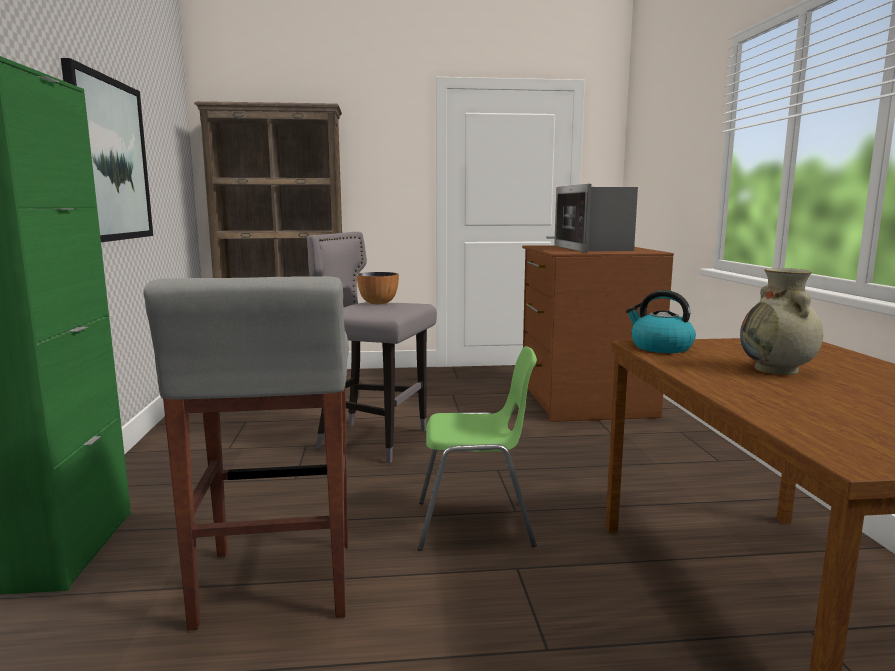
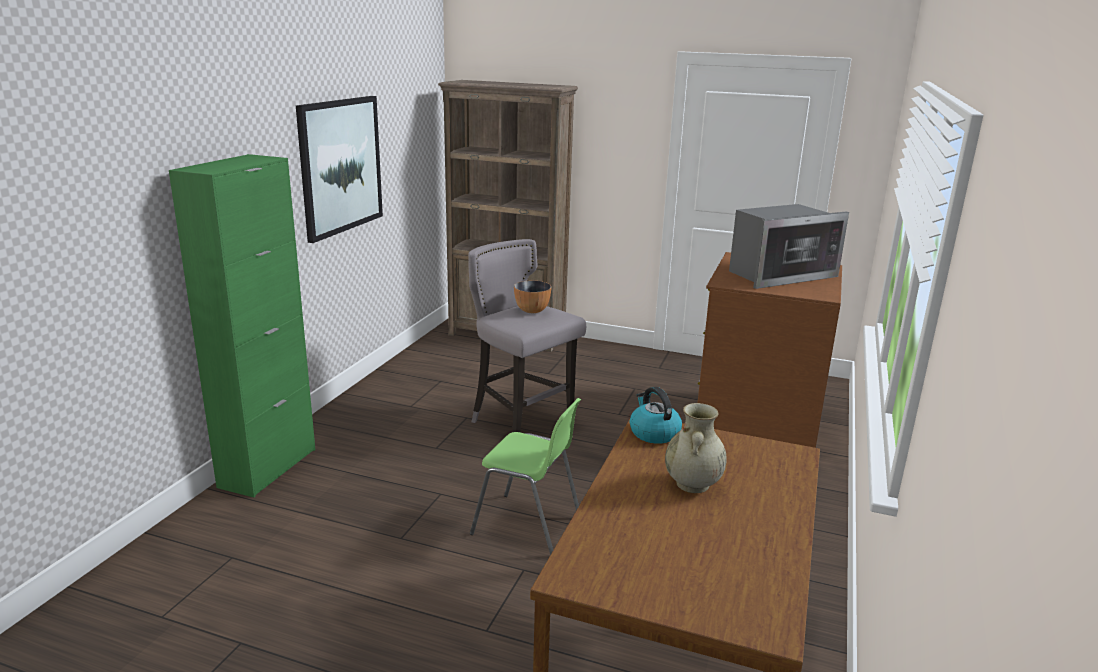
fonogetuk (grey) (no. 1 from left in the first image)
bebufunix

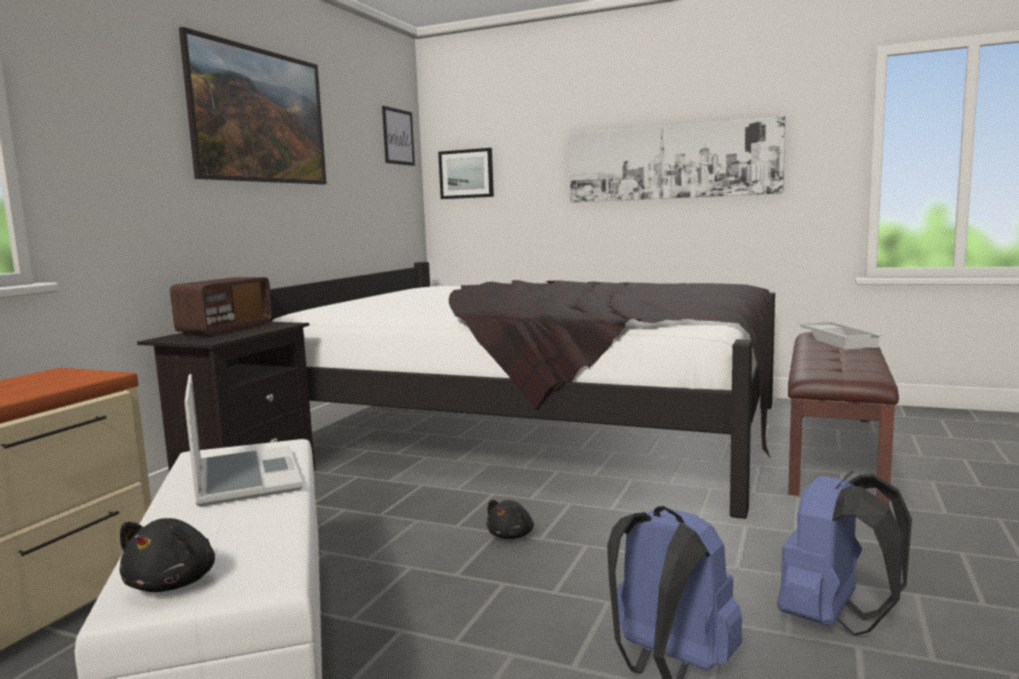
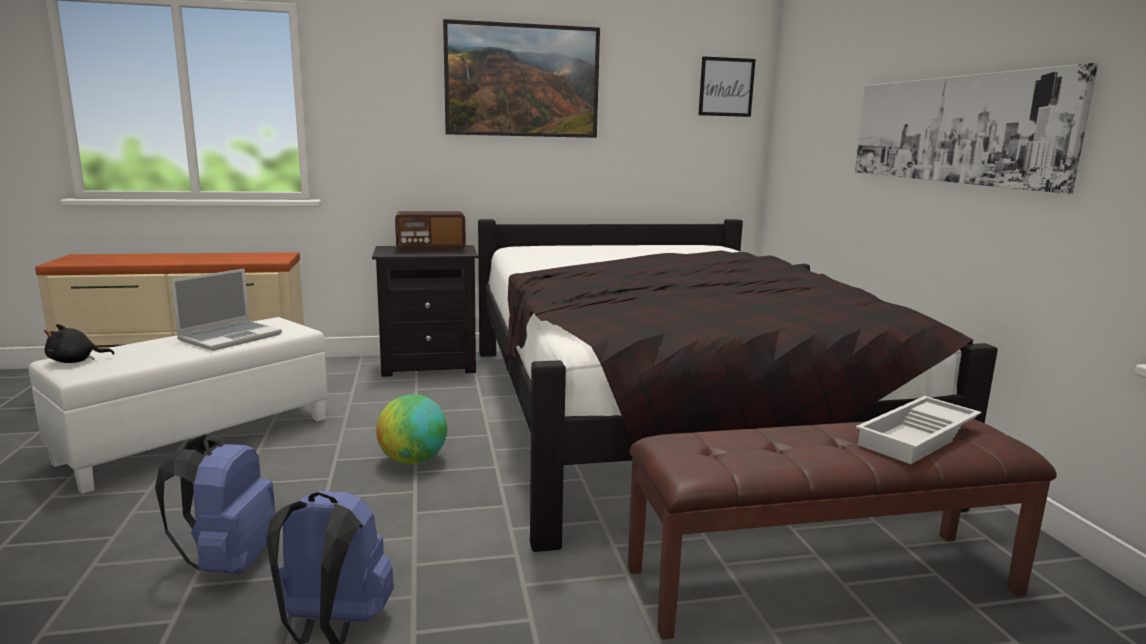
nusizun (no. 3 from left in the first image)
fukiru

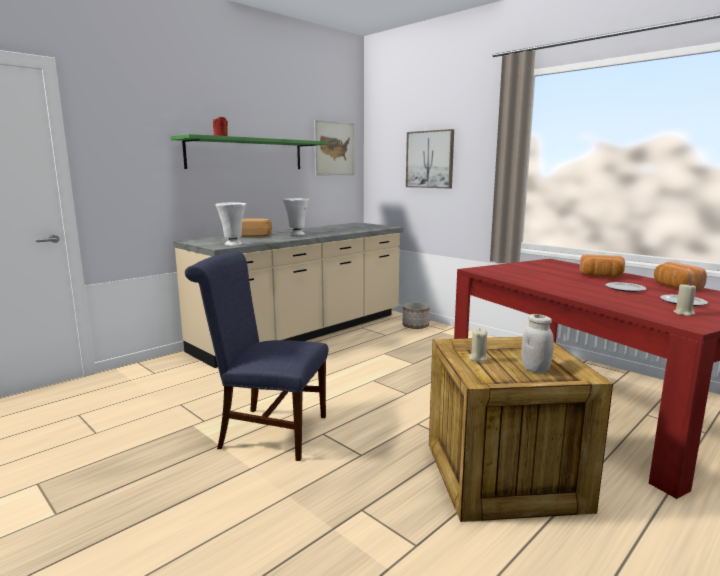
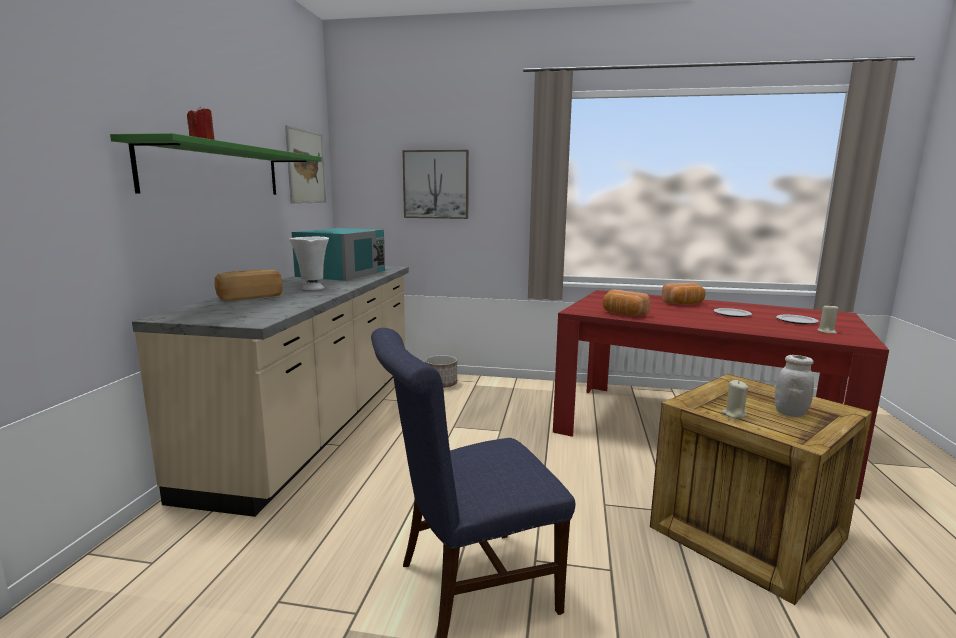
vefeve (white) (no. 1 from left in the first image)
bebufunix (turquoise)
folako (no. 2 from left)

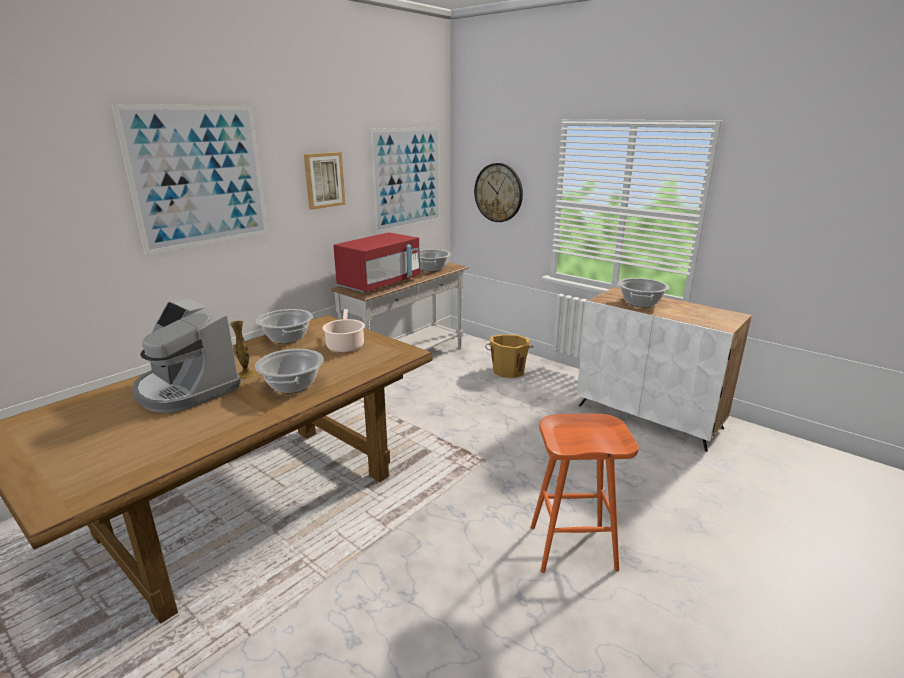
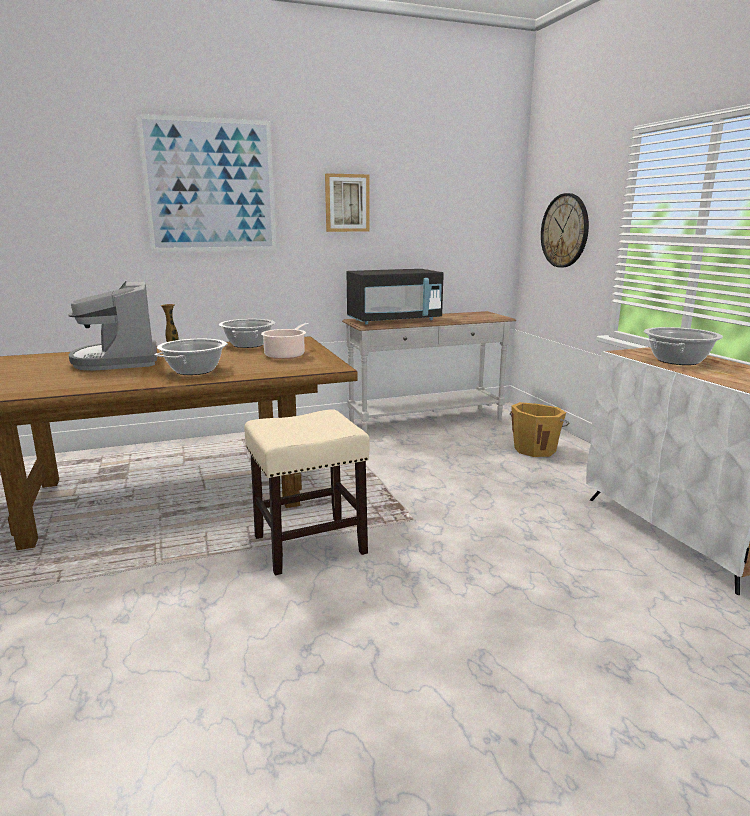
nusizun (no. 3 from left in the first image)
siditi (no. 4 from left in the first image)
fonogetuk (orange)
fonogetuk (beige)
bebufunix (black)

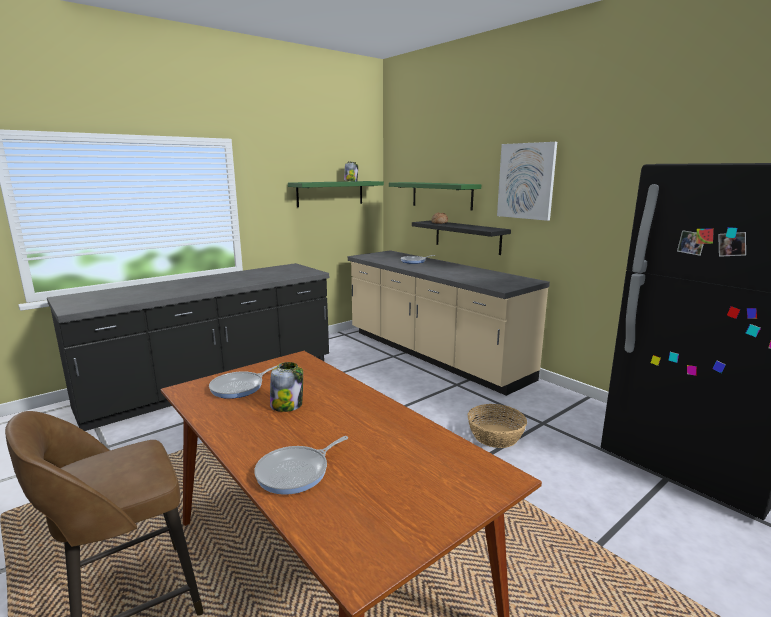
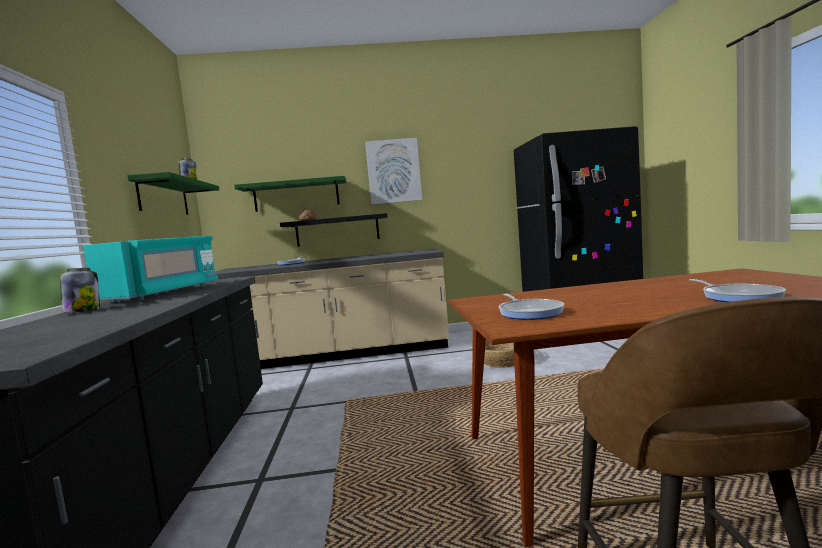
bebufunix (turquoise)
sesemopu (no. 1 from left)

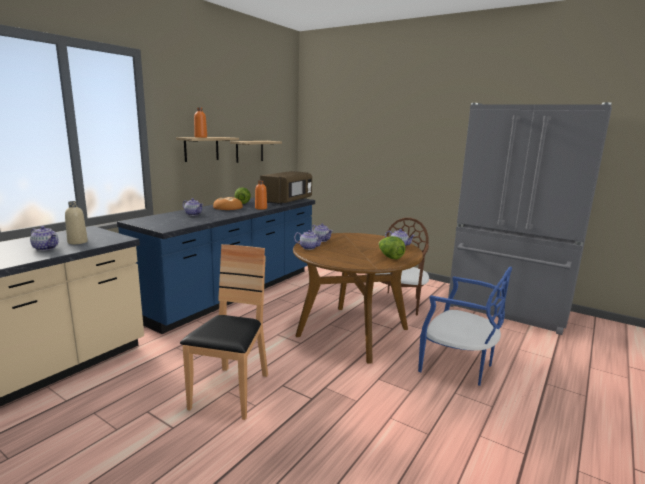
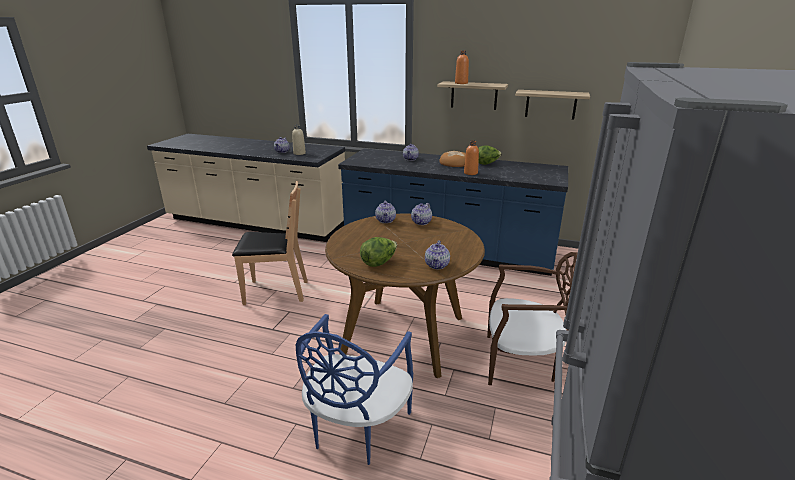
bebufunix (brown)

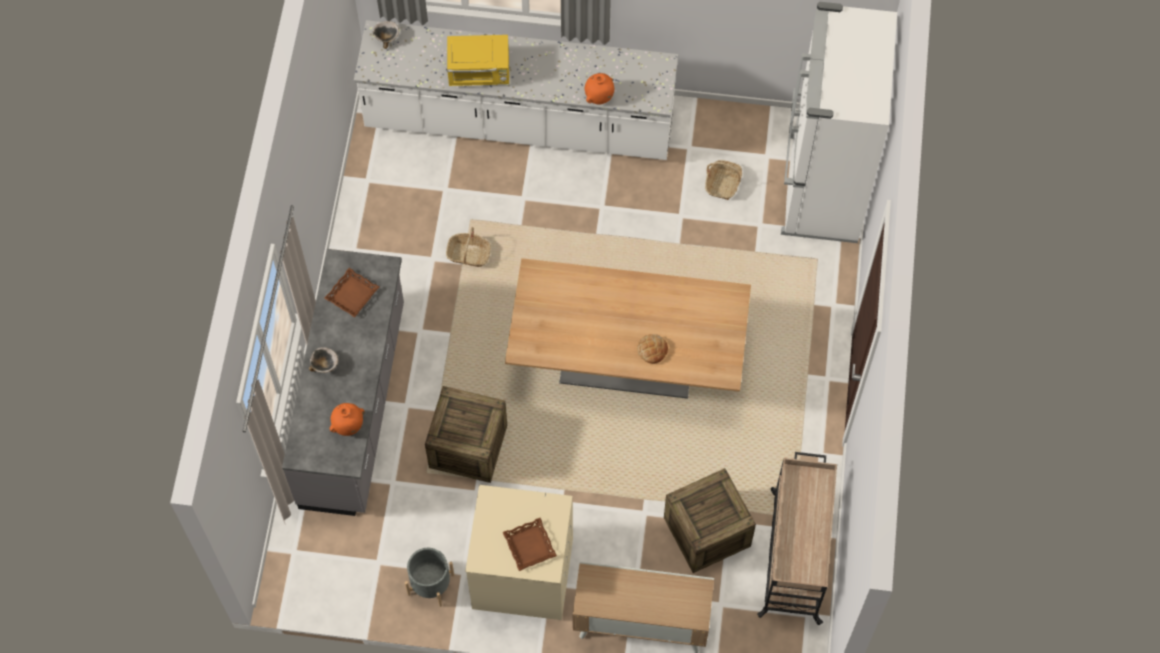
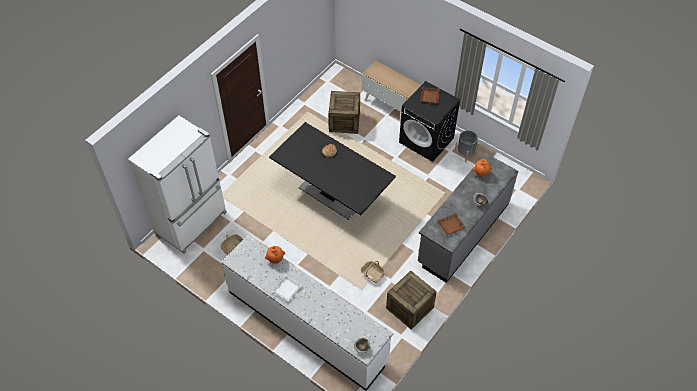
bebufunix (yellow)
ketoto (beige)
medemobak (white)
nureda (no. 2 from left)
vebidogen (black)
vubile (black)

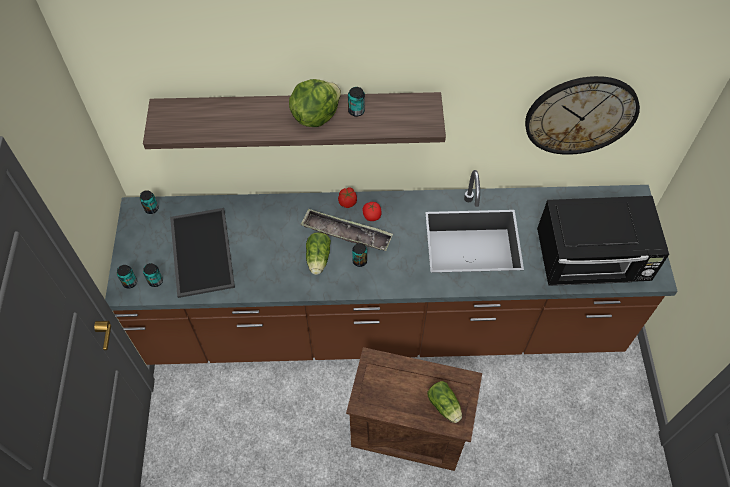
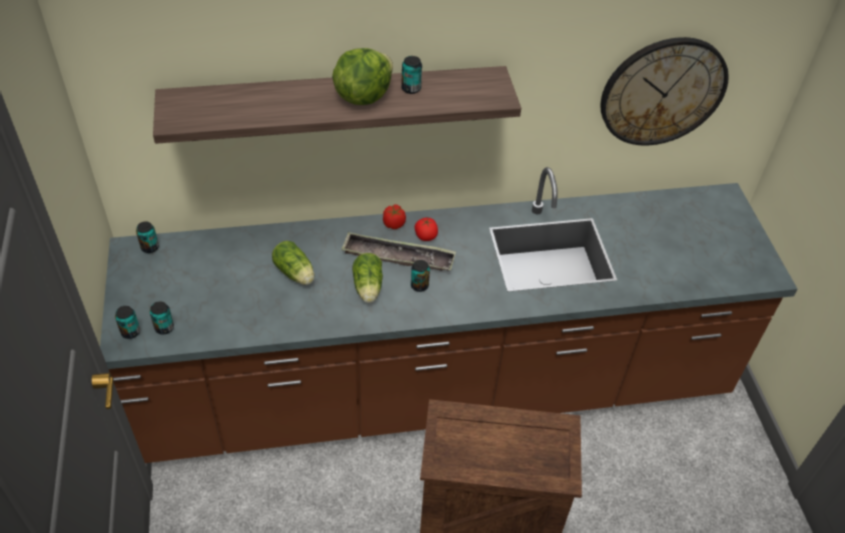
medemobak (no. 1 from left in the first image)
bebufunix (black)
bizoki (no. 1 from left)

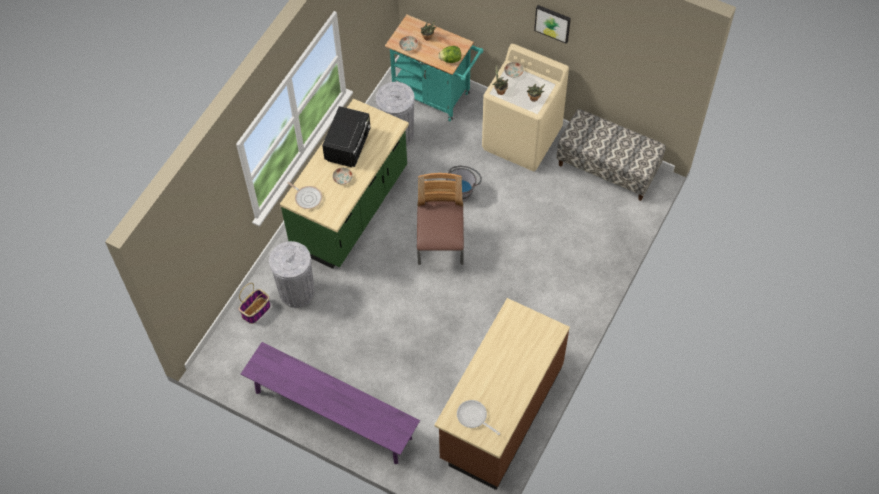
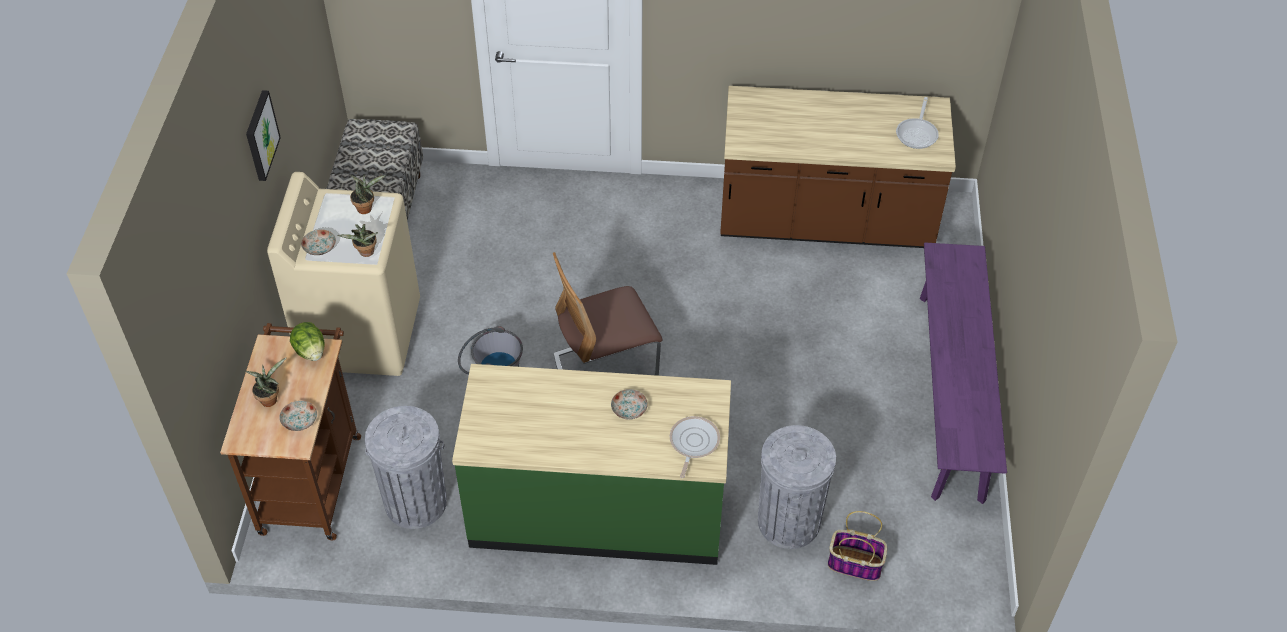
bebufunix (black)
ketoto (brown)

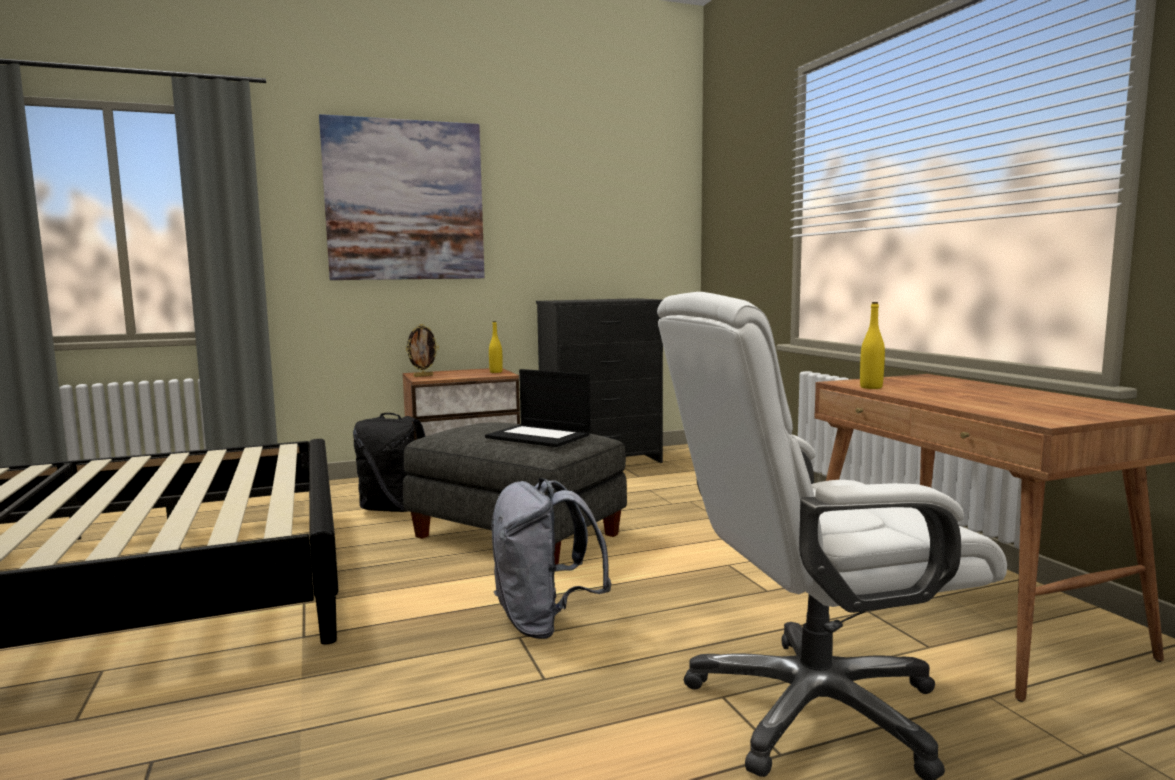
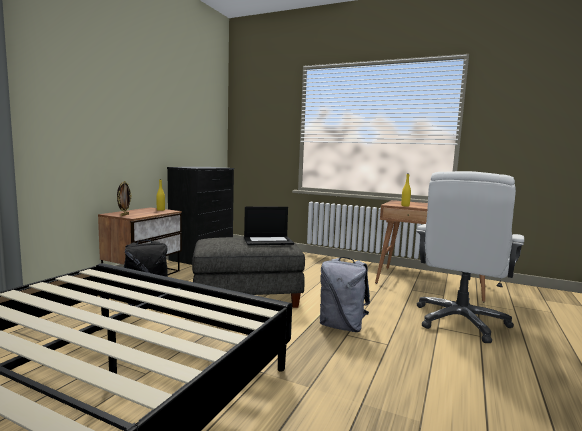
nusizun

